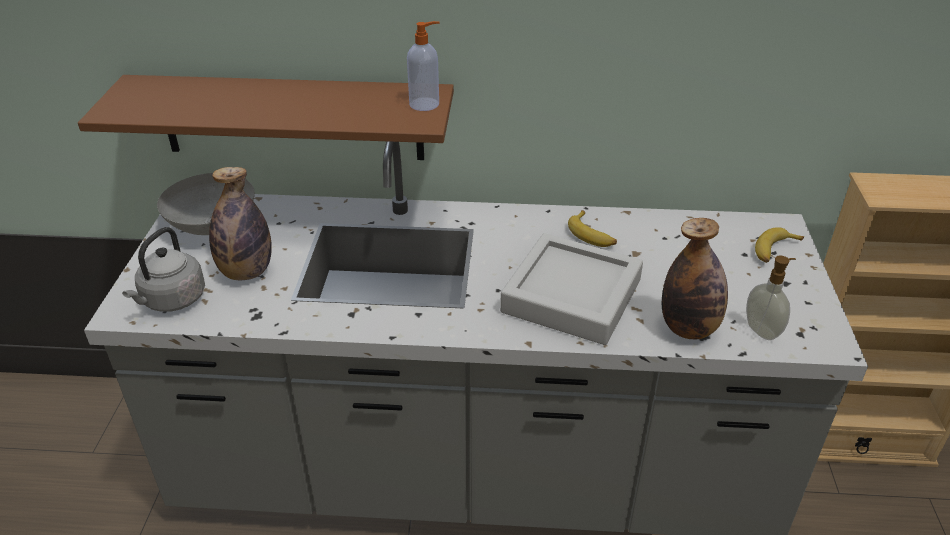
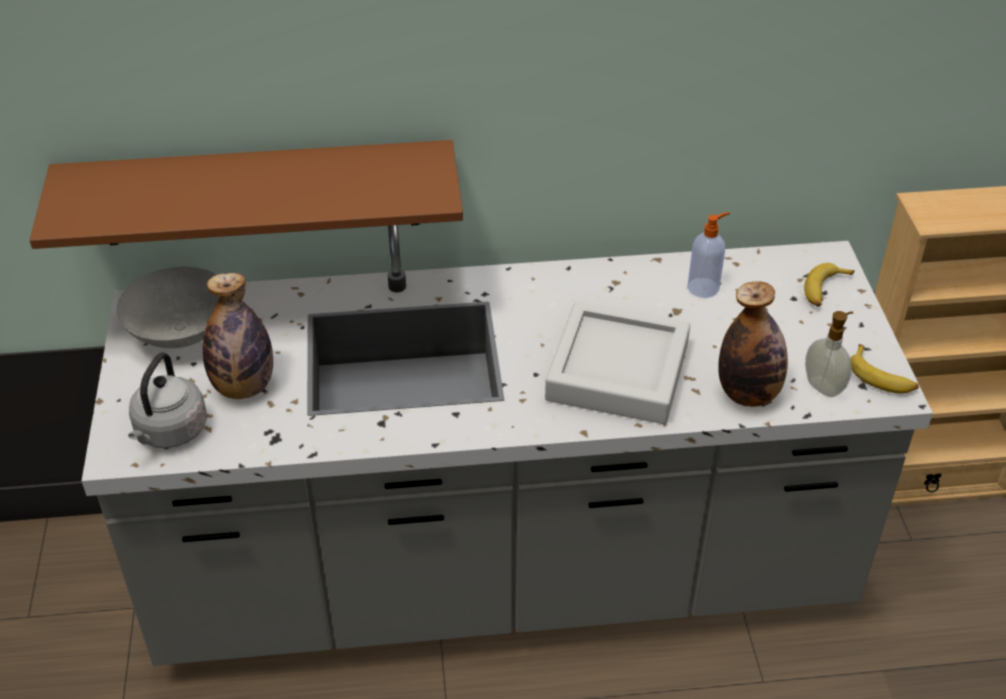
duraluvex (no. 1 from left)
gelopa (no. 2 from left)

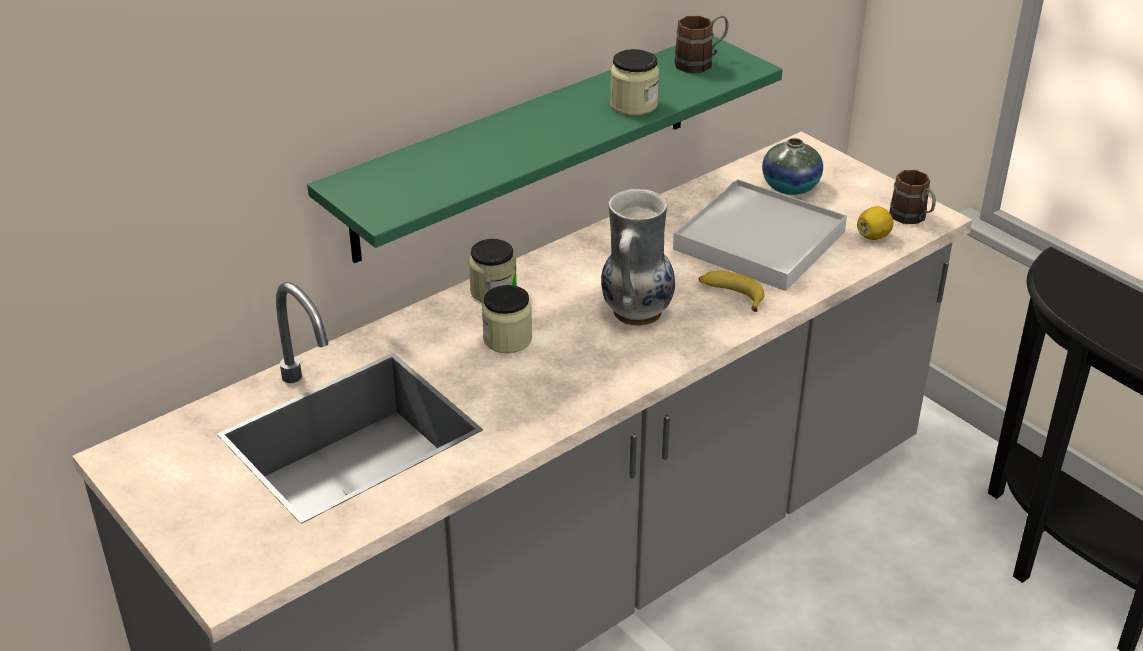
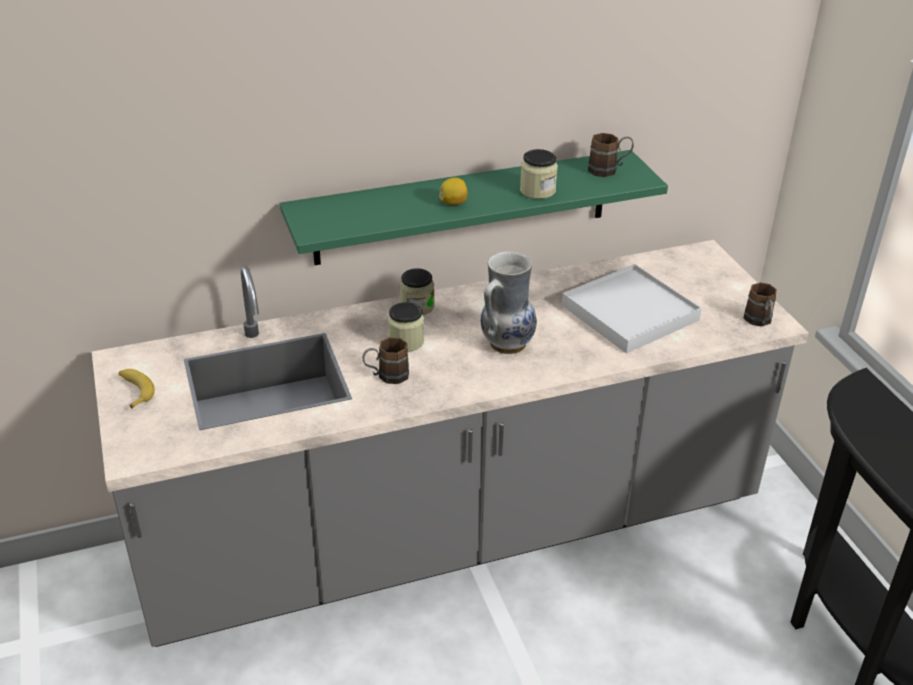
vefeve (no. 2 from left in the first image)
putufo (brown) (no. 1 from left)
gelopa
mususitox

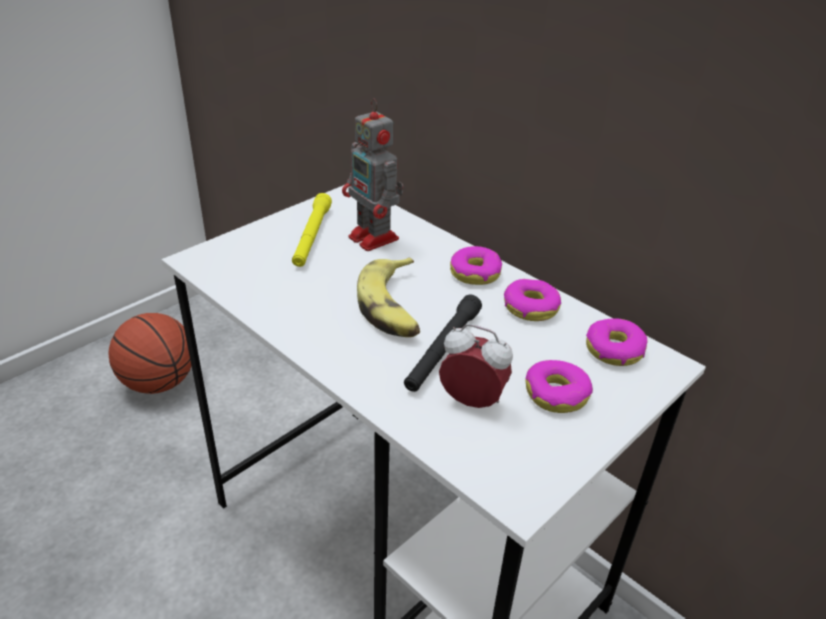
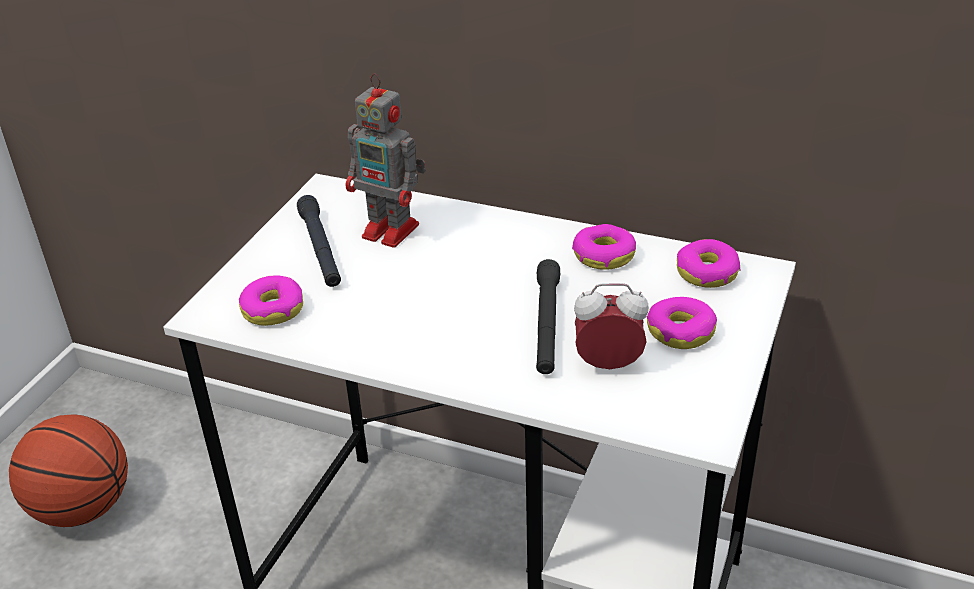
gelopa
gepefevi (no. 1 from left)
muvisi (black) (no. 1 from left)

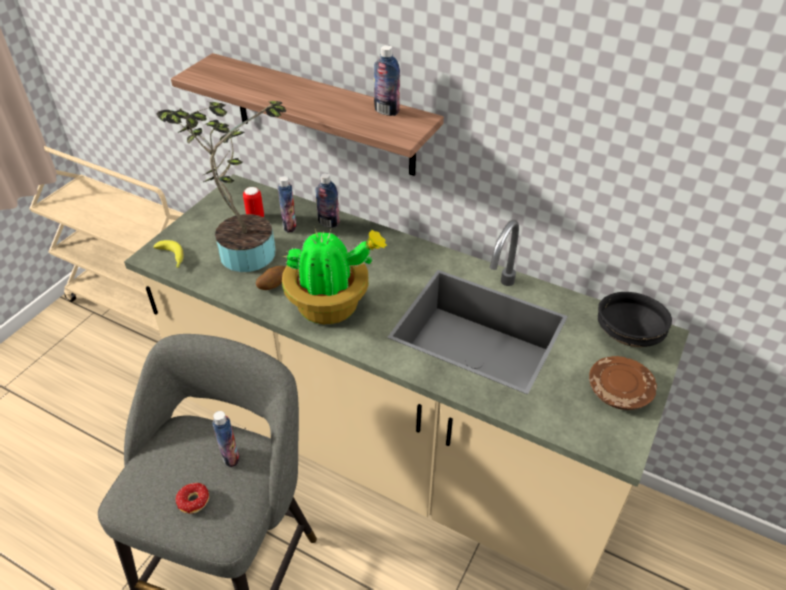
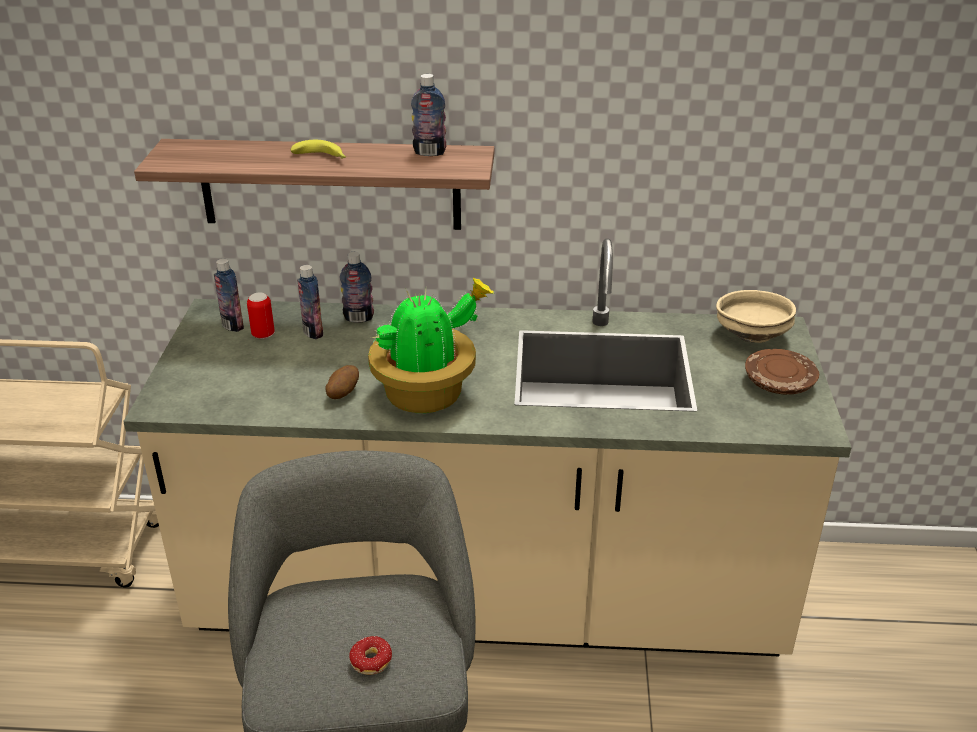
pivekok (no. 1 from left in the first image)
gelopa
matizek (no. 1 from left)
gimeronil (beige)

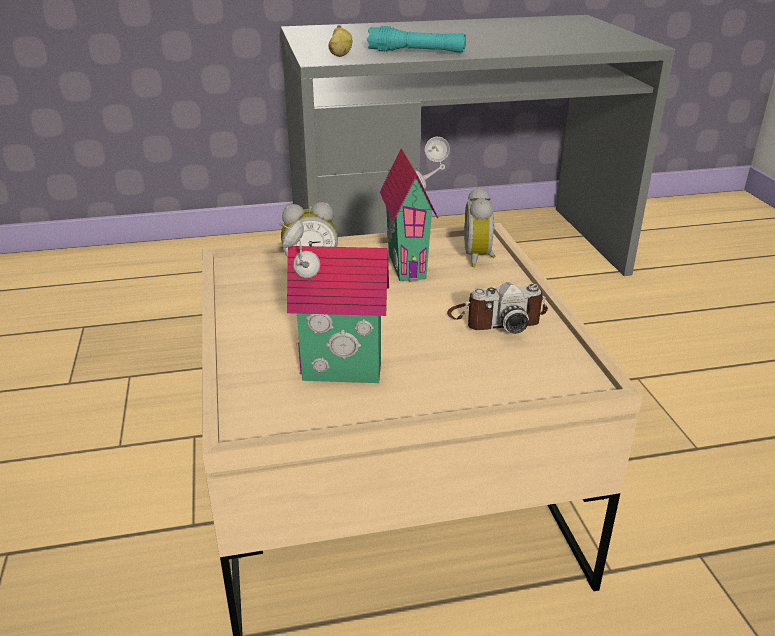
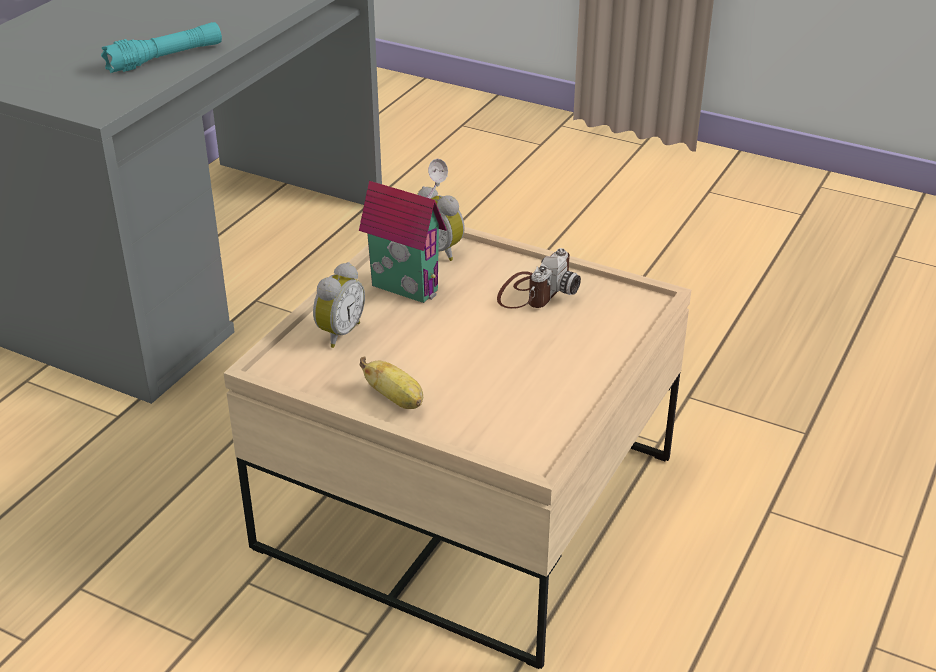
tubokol (no. 1 from left in the first image)
gelopa

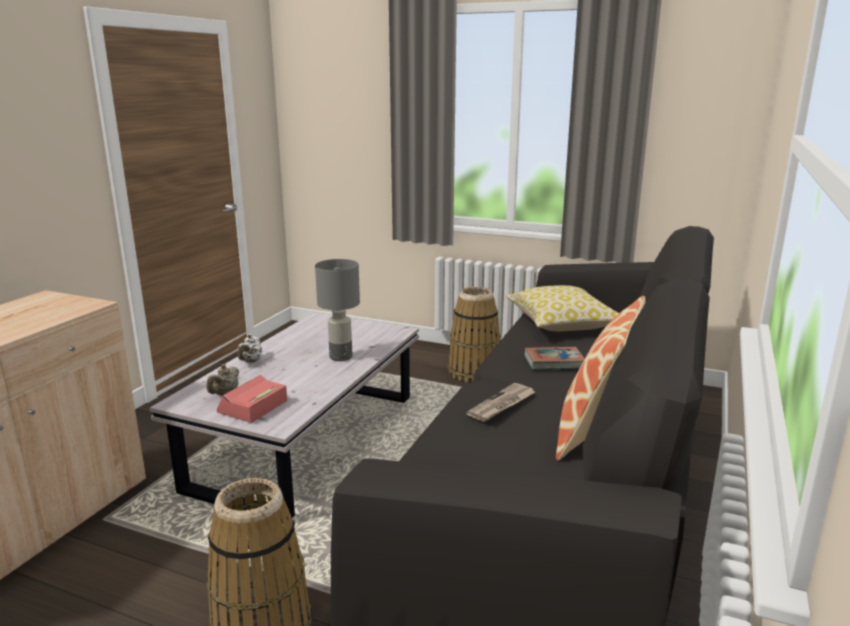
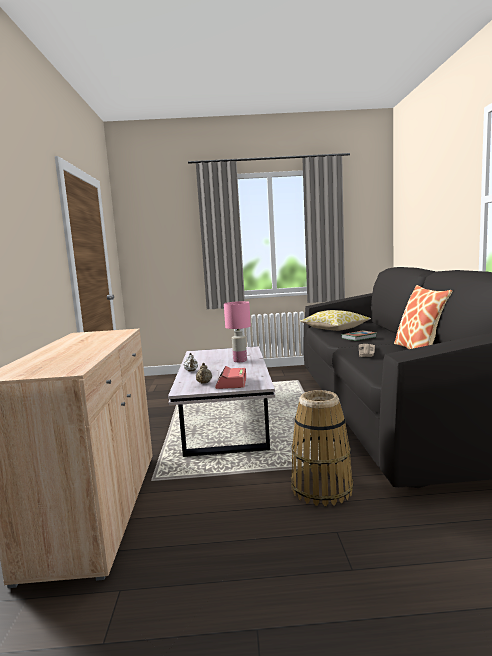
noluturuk (no. 2 from left in the first image)
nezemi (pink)

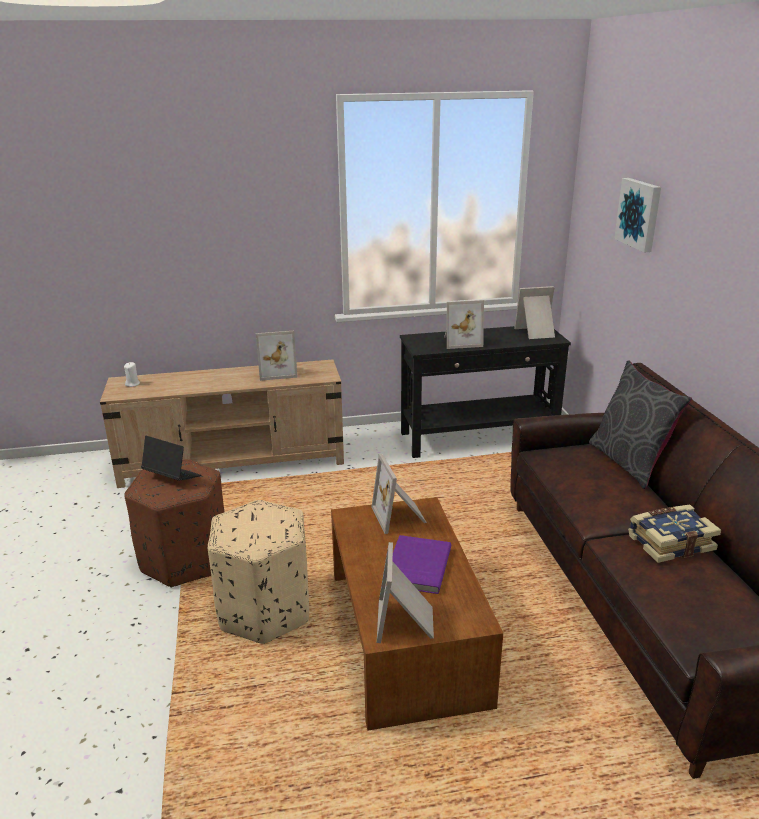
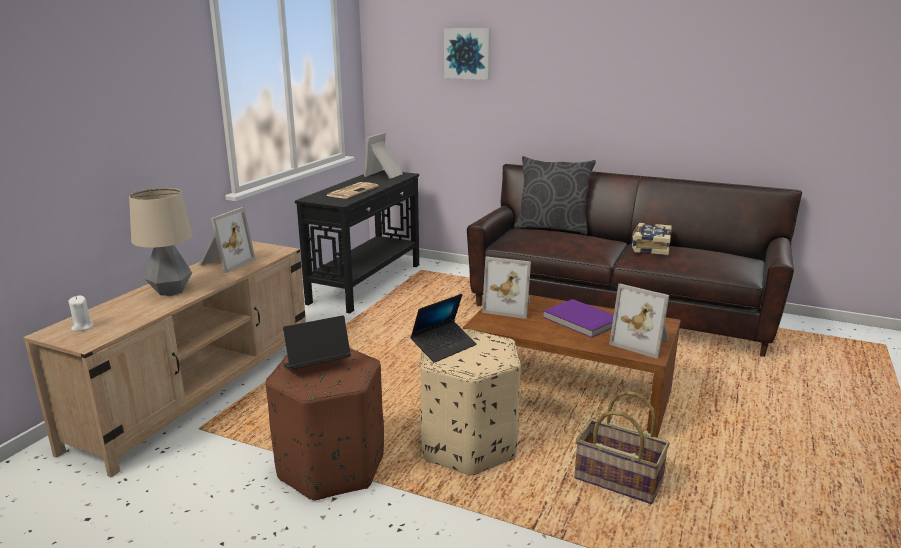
nezemi
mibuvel (no. 2 from left)
noluturuk
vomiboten

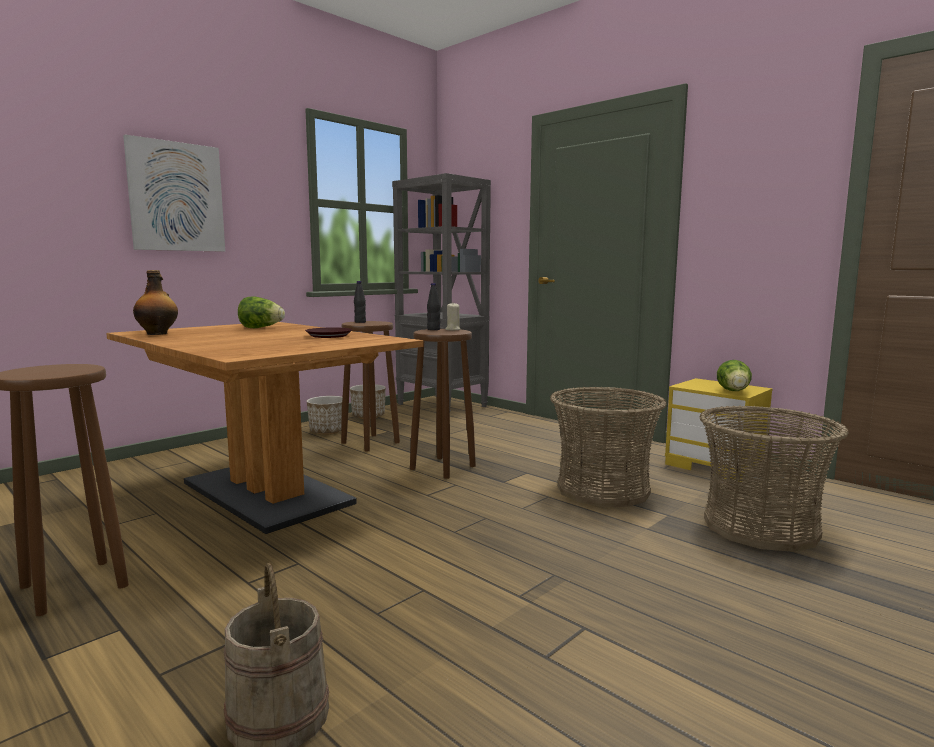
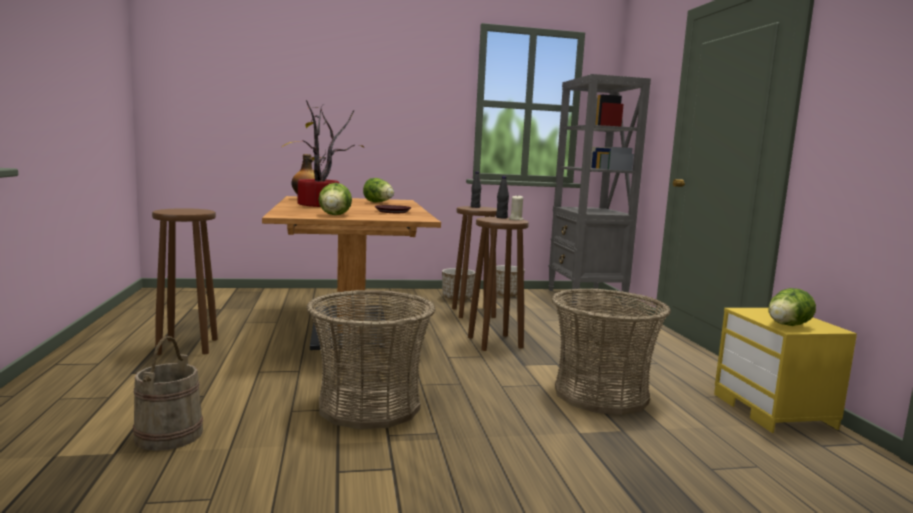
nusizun
pivekok
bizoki (no. 1 from left)
noluturuk (no. 1 from left)

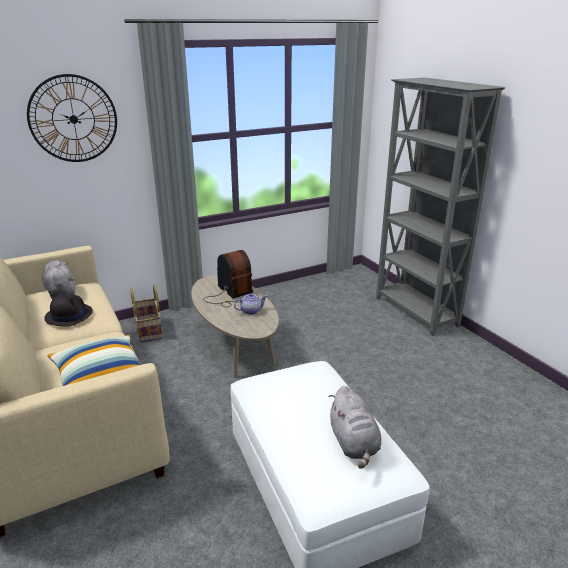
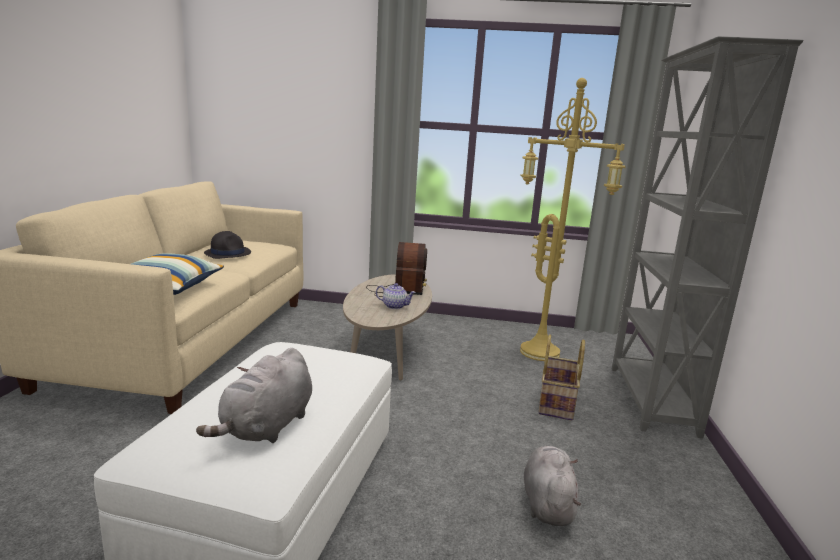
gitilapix
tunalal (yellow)
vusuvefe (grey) (no. 2 from left)
noluturuk

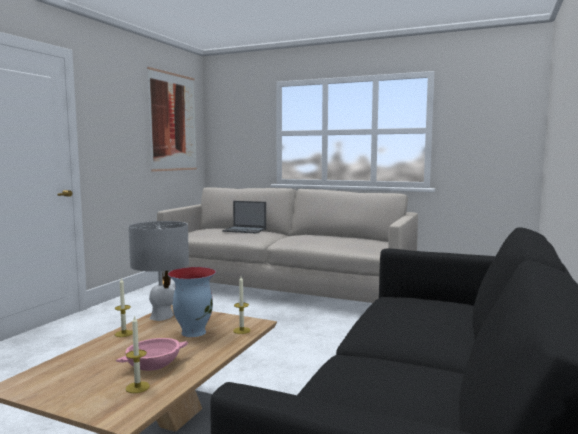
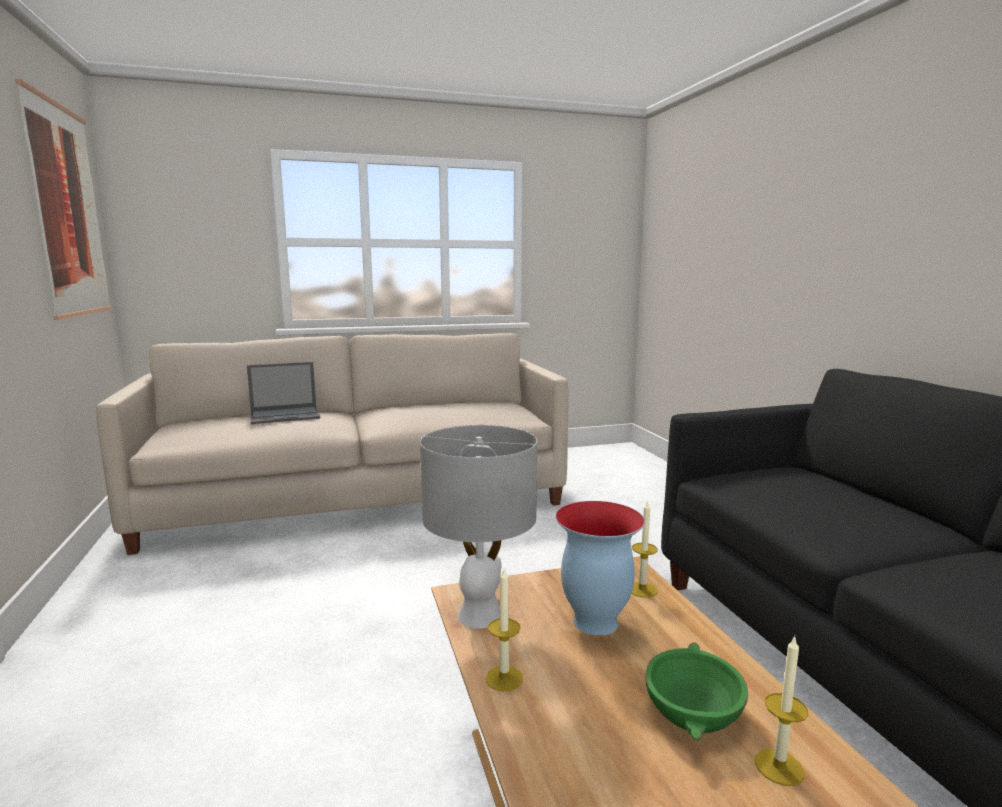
gimeronil (green)

